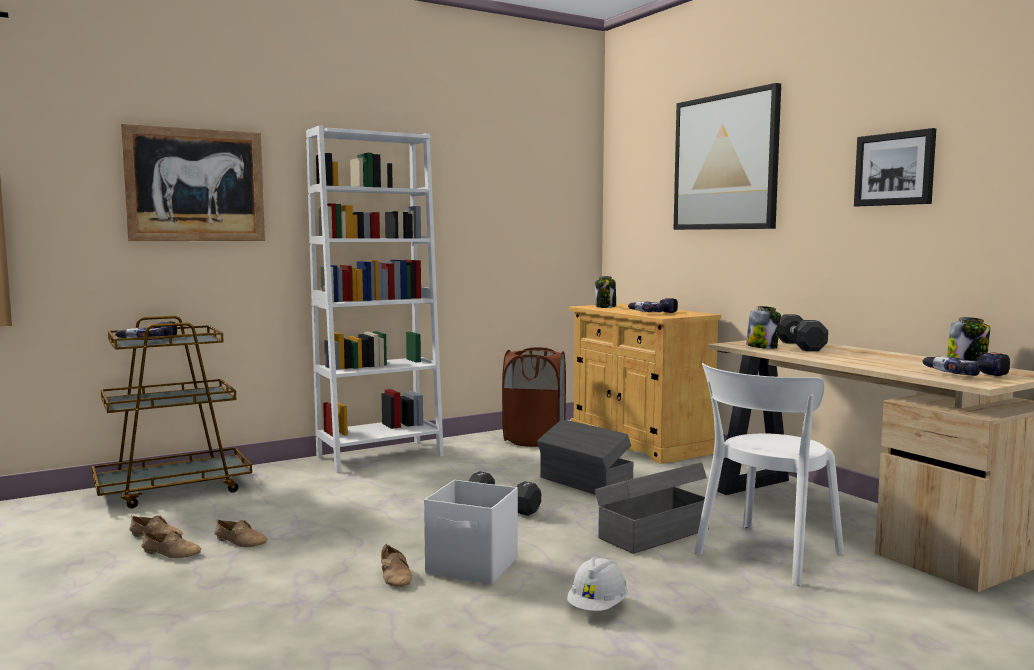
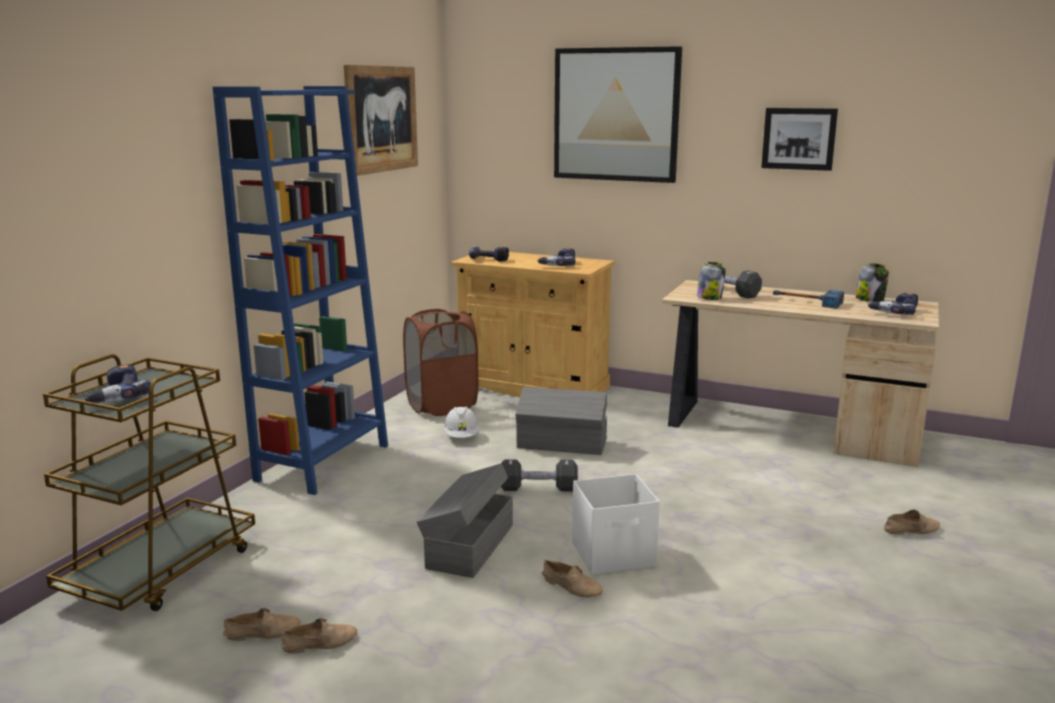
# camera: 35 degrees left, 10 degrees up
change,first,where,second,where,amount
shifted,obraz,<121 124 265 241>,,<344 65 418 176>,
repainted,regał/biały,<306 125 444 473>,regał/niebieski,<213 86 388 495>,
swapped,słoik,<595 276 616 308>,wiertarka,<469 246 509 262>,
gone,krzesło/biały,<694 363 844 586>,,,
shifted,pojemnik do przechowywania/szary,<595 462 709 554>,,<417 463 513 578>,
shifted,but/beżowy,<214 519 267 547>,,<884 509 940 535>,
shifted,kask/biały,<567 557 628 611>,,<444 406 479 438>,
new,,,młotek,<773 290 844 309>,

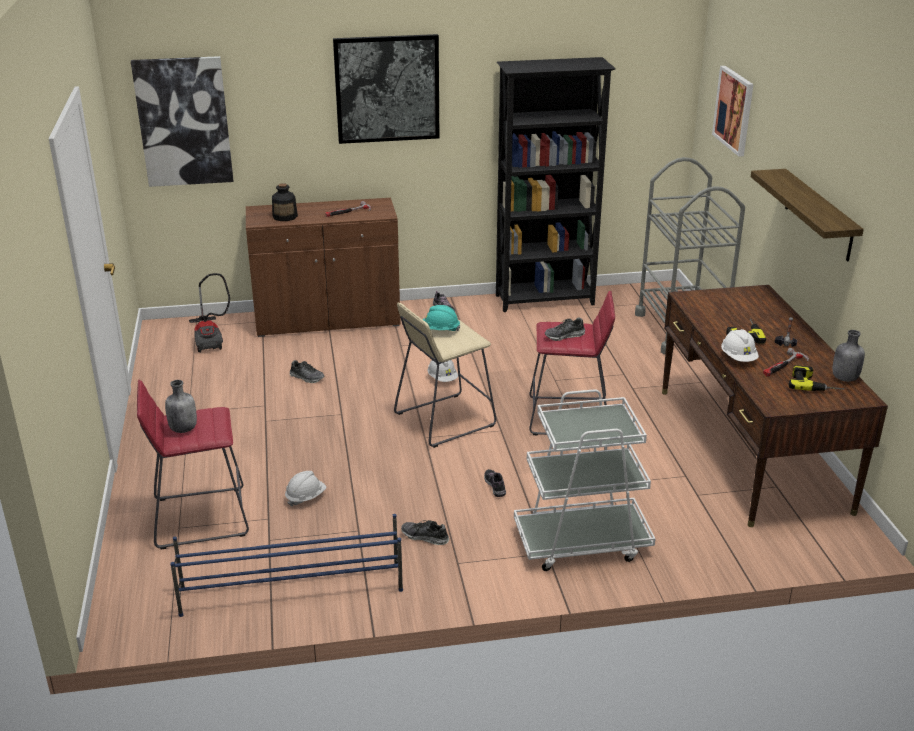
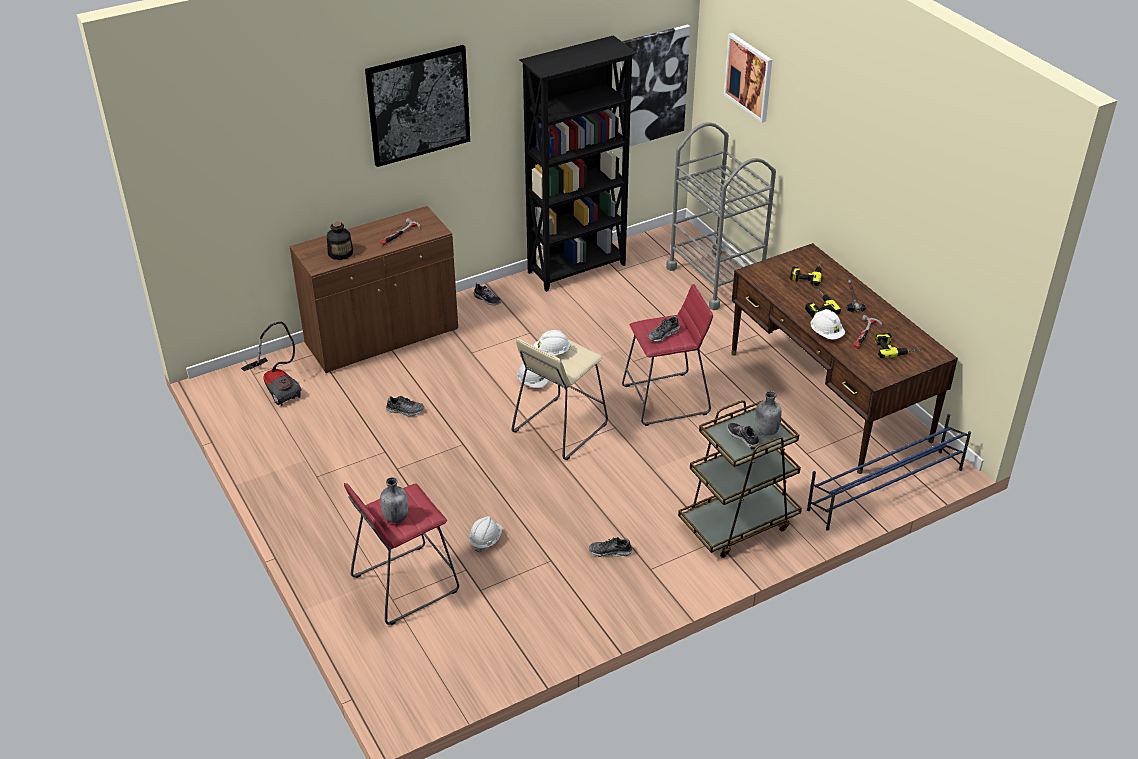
# camera: 20 degrees left, 10 degrees up
change,first,where,second,where,amount
shifted,obraz,<131 56 233 187>,,<619 24 690 149>,
gone,półka,<751 169 864 261>,,,
repainted,kask/turkusowy,<423 305 461 331>,kask/biały,<533 330 571 355>,
shifted,butelka/szary,<832 330 865 382>,,<755 391 782 436>,
repainted,wózek/biały,<514 389 656 571>,wózek/brązowy,<678 400 802 558>,
shifted,but,<484 469 506 497>,,<727 423 760 450>,
shifted,regał na buty/niebieski,<170 514 403 617>,,<807 414 971 531>,
new,,,wiertarka,<790 261 822 286>,

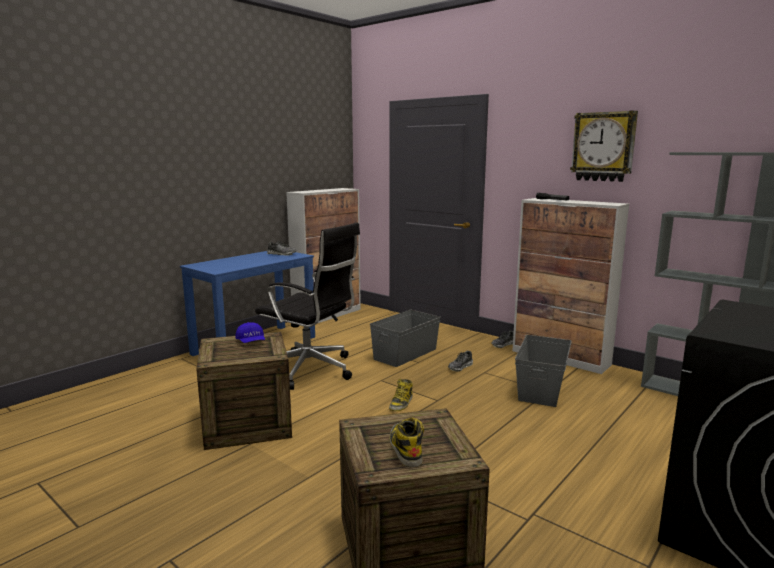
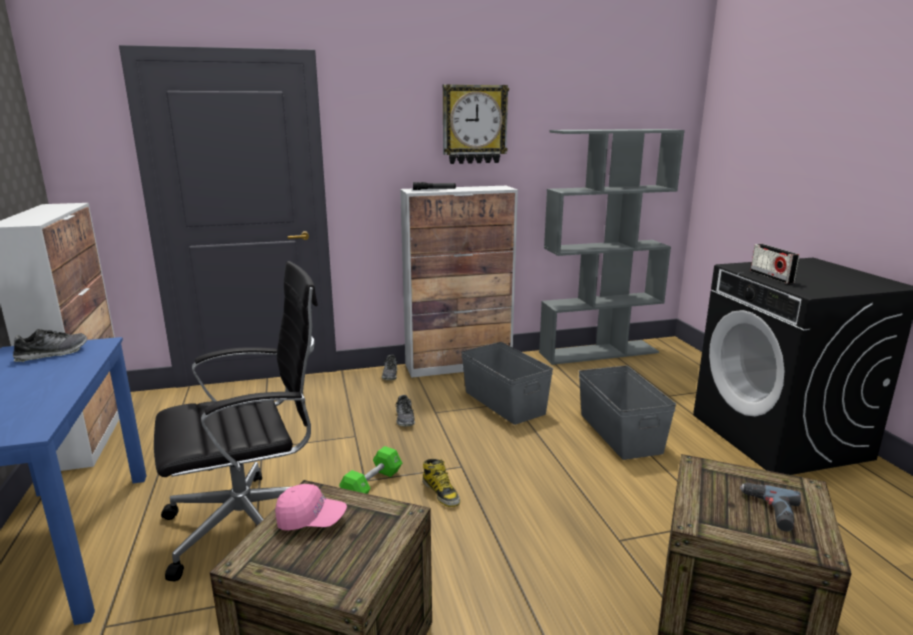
# camera: 55 degrees left, 5 degrees up
change,first,where,second,where,amount
shifted,pojemnik do przechowywania/szary,<370 310 440 367>,,<579 366 676 460>,
repainted,czapka z daszkiem/niebieski,<235 322 265 343>,czapka z daszkiem/różowy,<275 484 347 531>,
swapped,but z cholewką,<389 418 424 467>,wiertarka,<740 483 801 531>,
new,,,radio,<750 244 799 284>,
new,,,hantel/zielony,<339 446 402 494>,

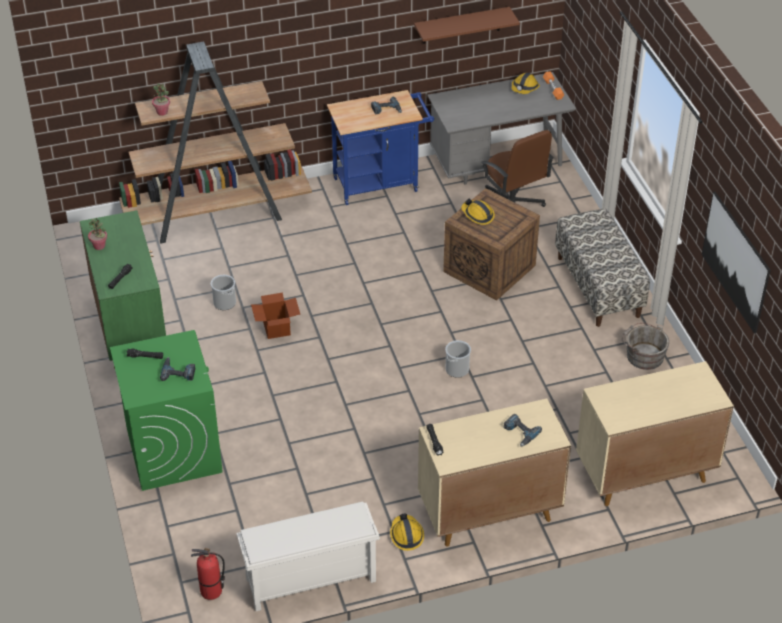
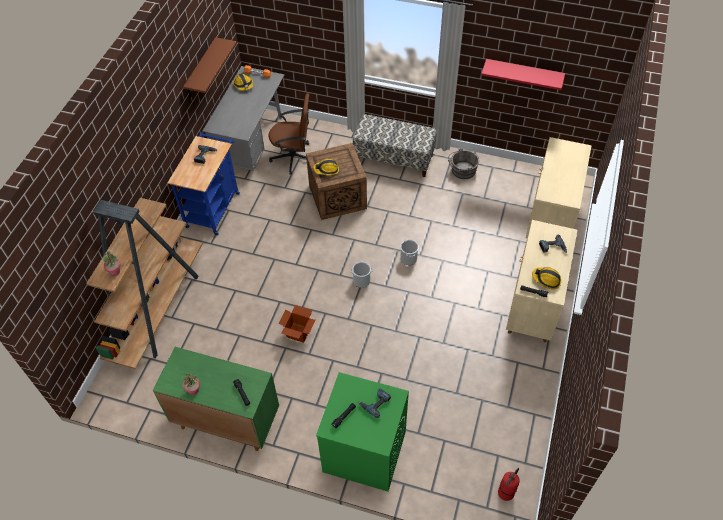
# camera: 55 degrees left, 10 degrees up
change,first,where,second,where,amount
swapped,obraz,<702 192 771 334>,półka/czerwony,<481 59 565 90>,
shifted,wiadro,<211 275 236 310>,,<351 262 373 288>,
gone,regał na buty/biały,<236 501 380 611>,,,
shifted,kask,<390 514 424 551>,,<532 267 561 290>,

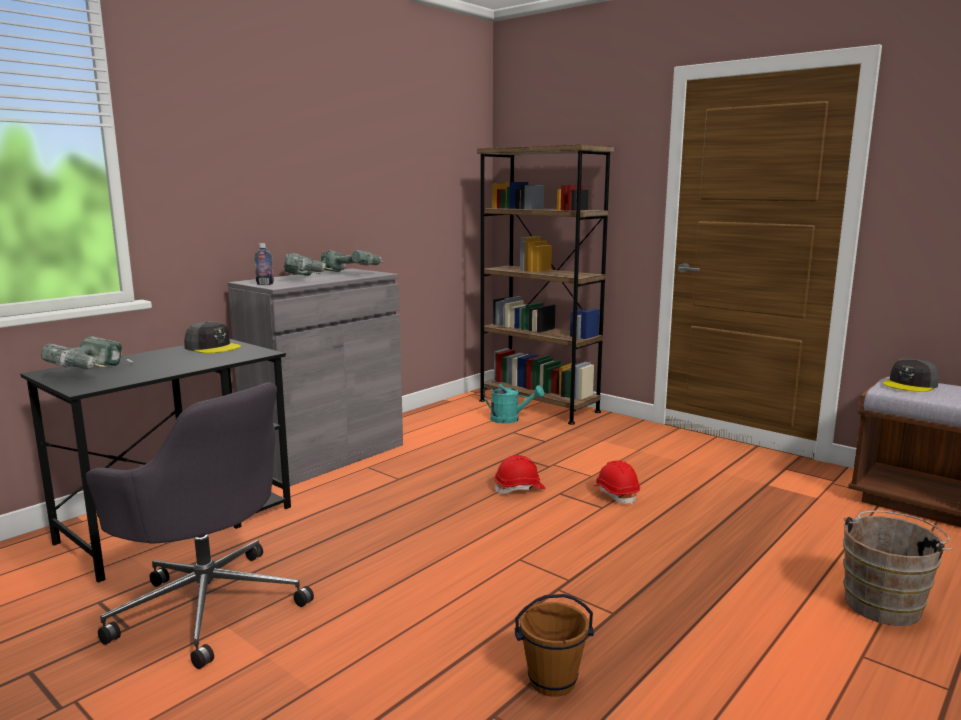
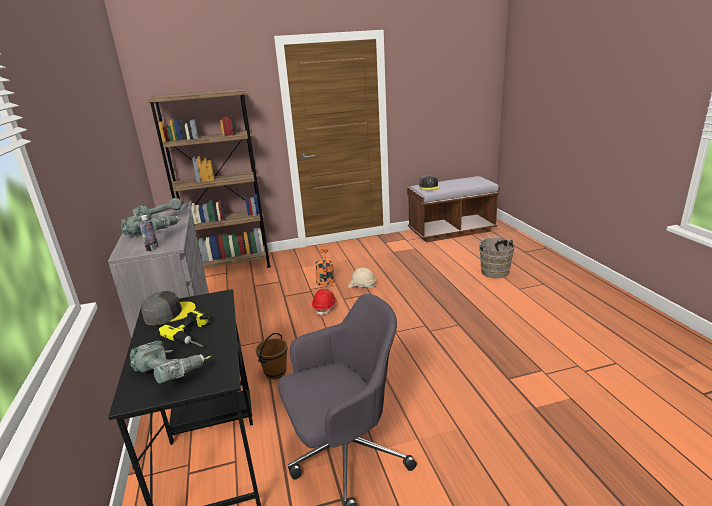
# camera: 55 degrees left, 10 degrees up
change,first,where,second,where,amount
gone,konewka/turkusowy,<483 381 544 424>,,,
repainted,kask/czerwony,<594 460 640 505>,kask/beżowy,<348 268 376 288>,
shifted,wiadro/brązowy,<515 594 594 697>,,<256 333 288 379>,
new,,,konewka/pomarańczowy,<315 248 335 286>,
new,,,wiertarka,<159 310 211 347>,

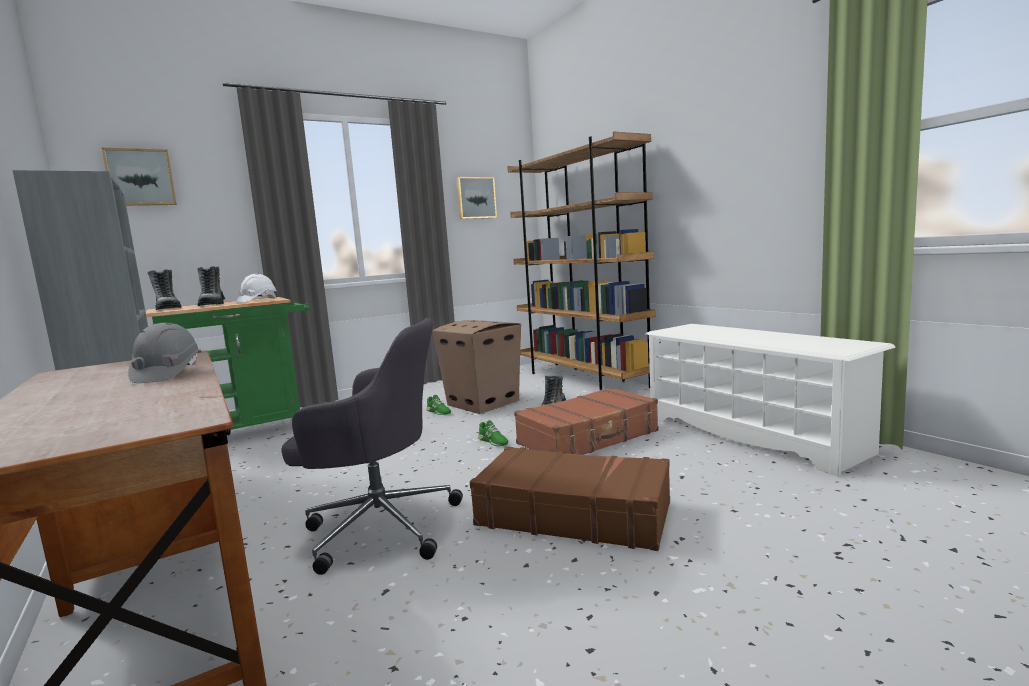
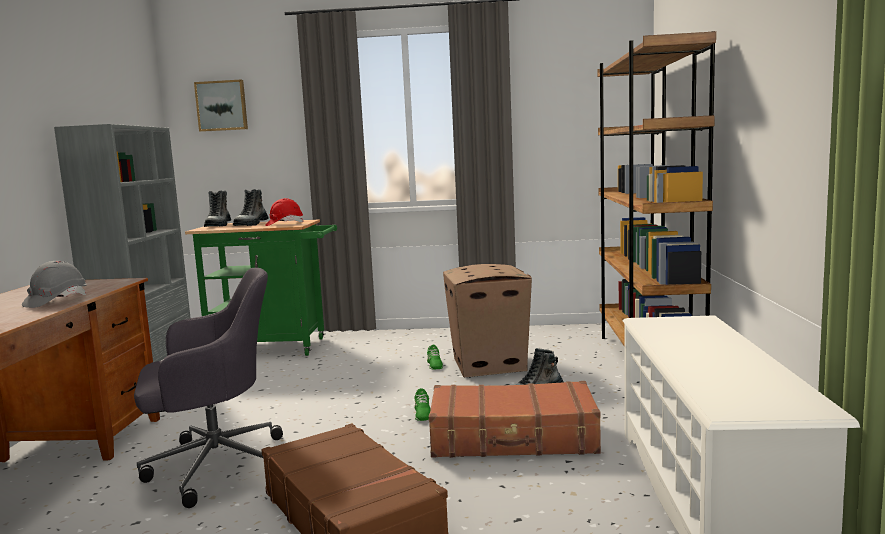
# camera: 35 degrees right, 0 degrees up
change,first,where,second,where,amount
gone,obraz,<456 177 497 219>,,,
repainted,kask/biały,<236 274 277 303>,kask/czerwony,<265 198 304 226>,
rotated,krzesło biurowe/szary,<282 318 463 575>,,<134 268 283 508>,60 degrees counterclockwise

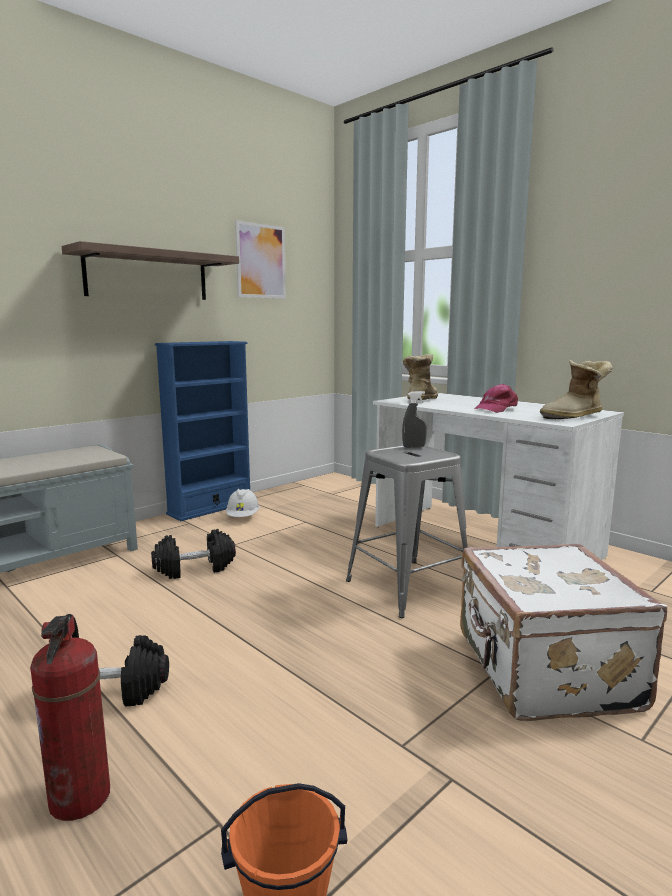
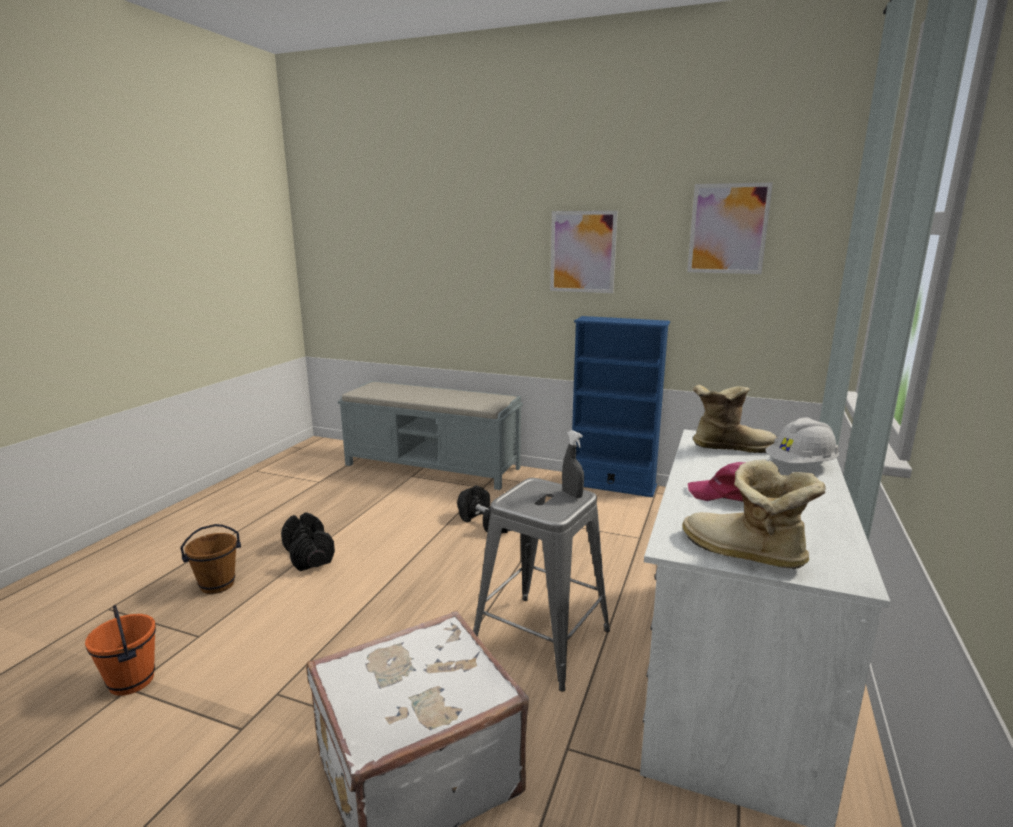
# camera: 65 degrees right, 5 degrees up
change,first,where,second,where,amount
swapped,półka,<62 241 239 300>,obraz,<550 211 618 293>,
shifted,kask/biały,<226 489 260 517>,,<766 418 839 464>,
swapped,gaśnica,<30 614 110 821>,wiadro/brązowy,<180 524 241 594>,

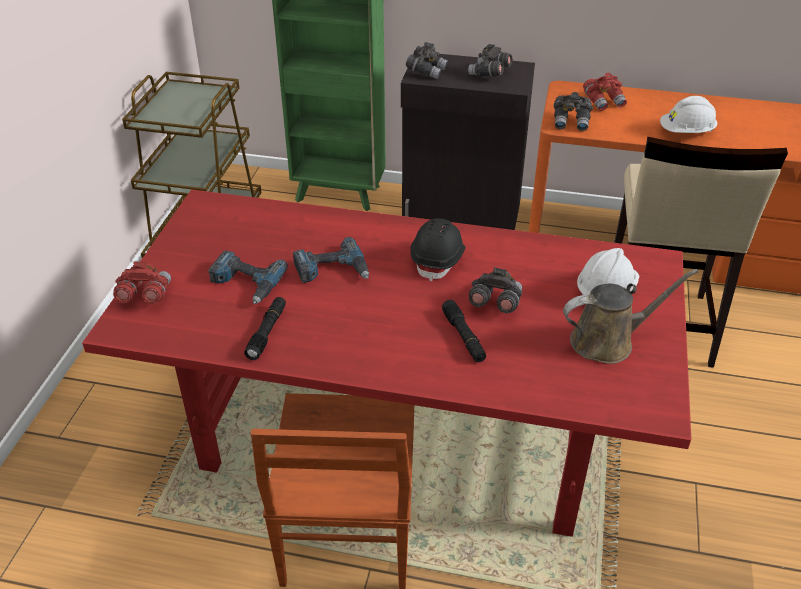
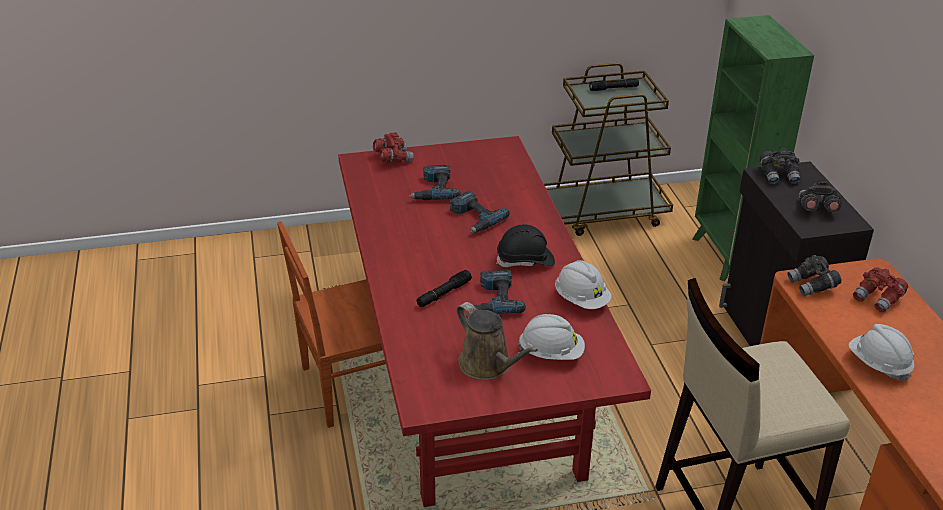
# camera: 65 degrees right, 5 degrees down
change,first,where,second,where,amount
swapped,lornetka/szary,<469 267 522 313>,wiertarka,<474 270 526 314>,
shifted,latarka/czarny,<244 297 286 360>,,<589 79 639 91>,
new,,,kask/biały,<555 260 612 309>,

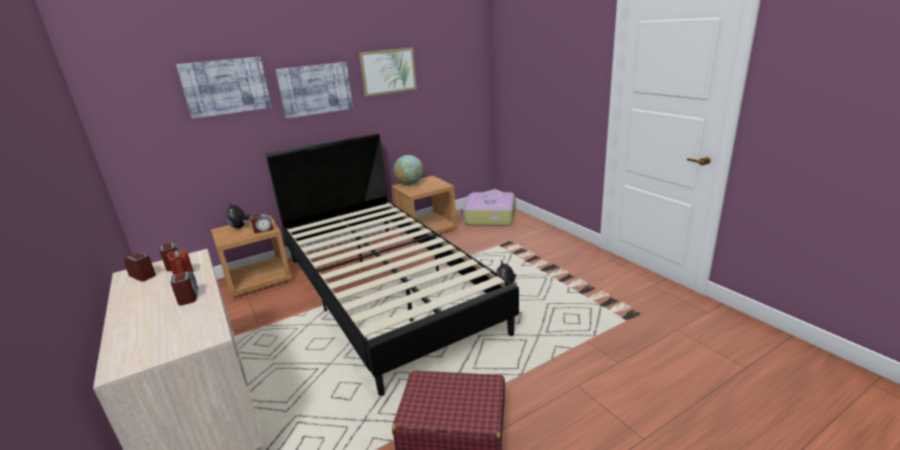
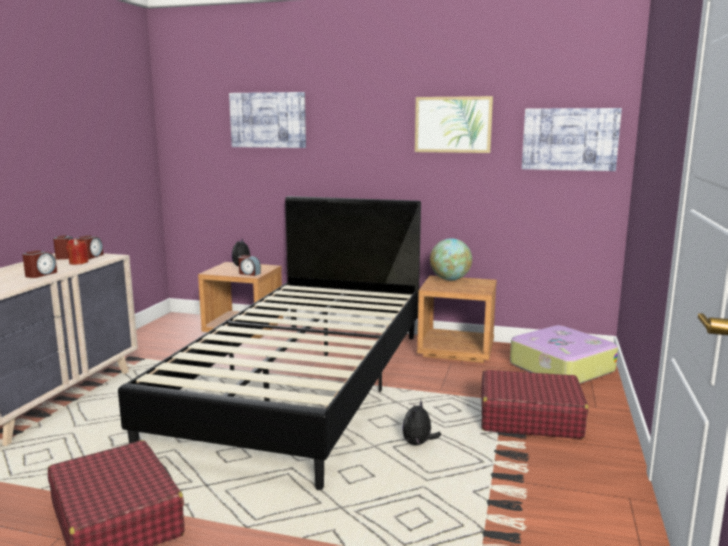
# camera: 45 degrees right, 10 degrees down
change,first,where,second,where,amount
shifted,obraz,<275 62 353 119>,,<522 108 622 171>,
new,,,walizka/czerwony,<481 370 588 439>,

